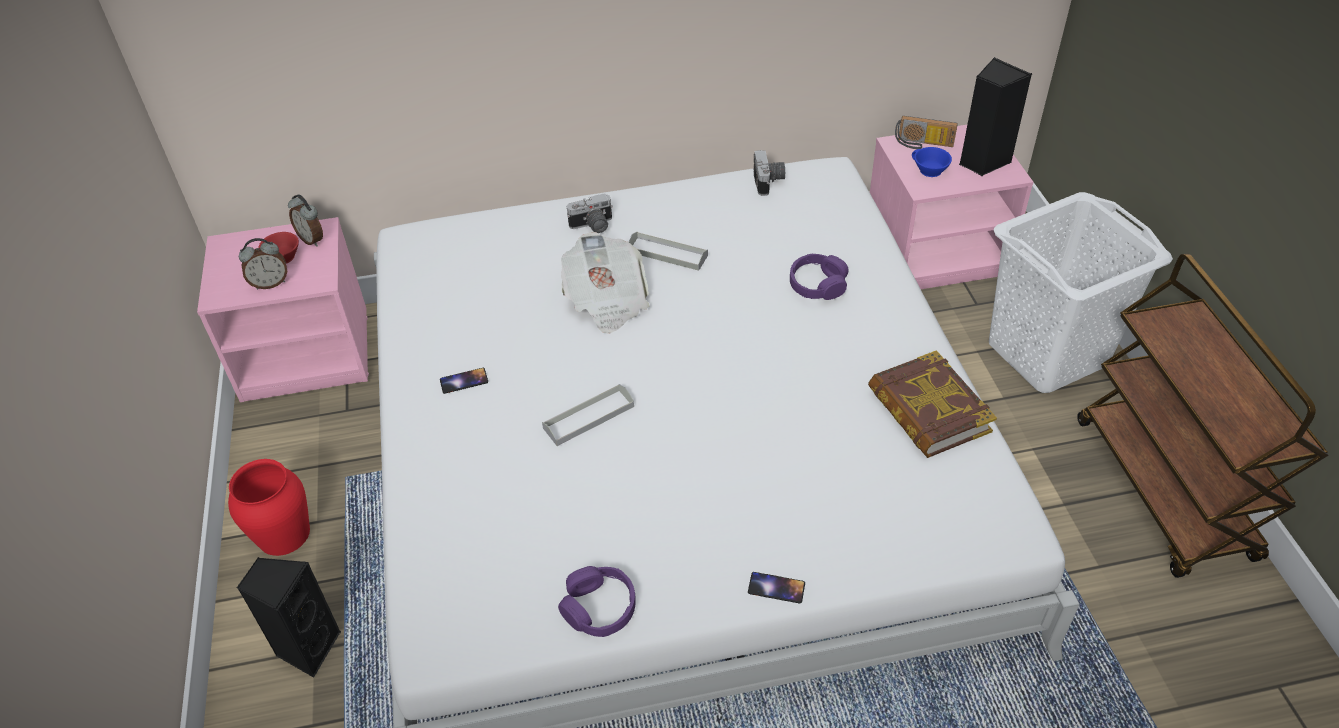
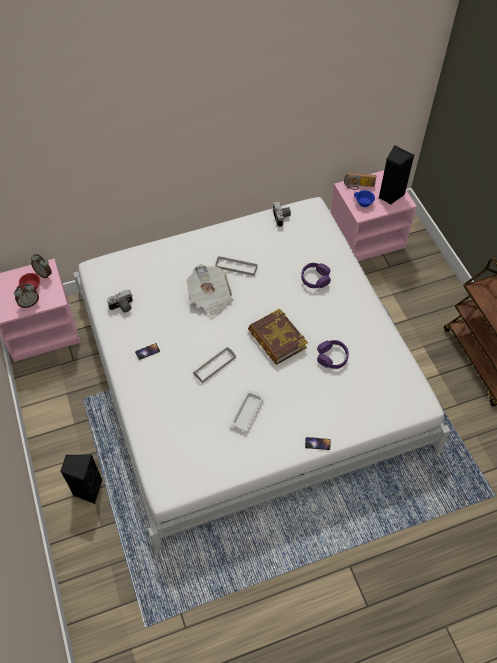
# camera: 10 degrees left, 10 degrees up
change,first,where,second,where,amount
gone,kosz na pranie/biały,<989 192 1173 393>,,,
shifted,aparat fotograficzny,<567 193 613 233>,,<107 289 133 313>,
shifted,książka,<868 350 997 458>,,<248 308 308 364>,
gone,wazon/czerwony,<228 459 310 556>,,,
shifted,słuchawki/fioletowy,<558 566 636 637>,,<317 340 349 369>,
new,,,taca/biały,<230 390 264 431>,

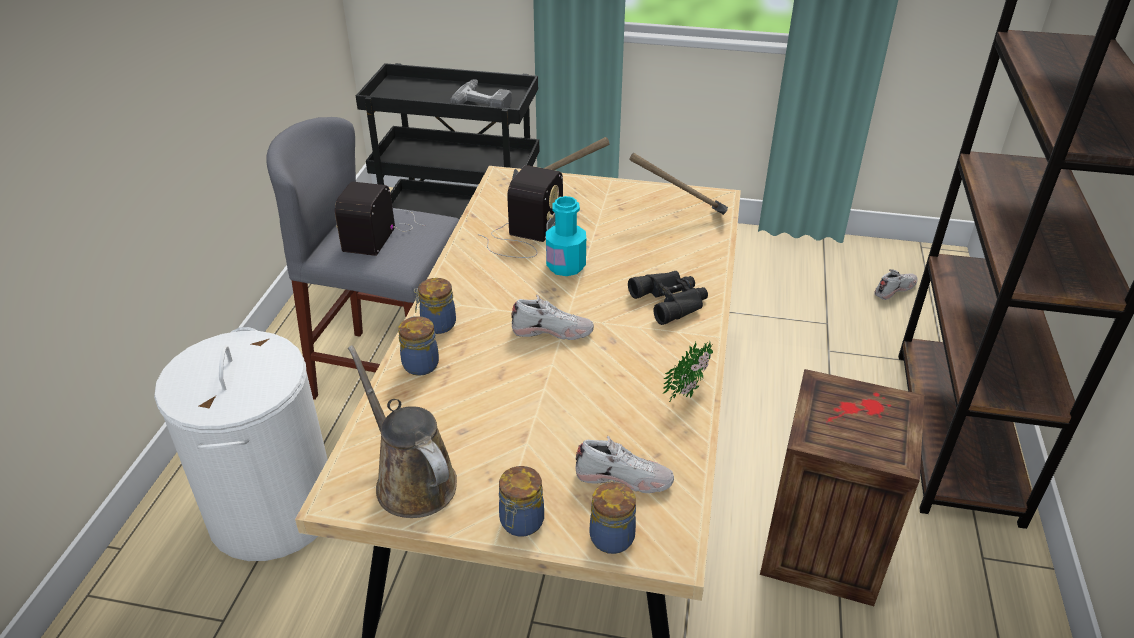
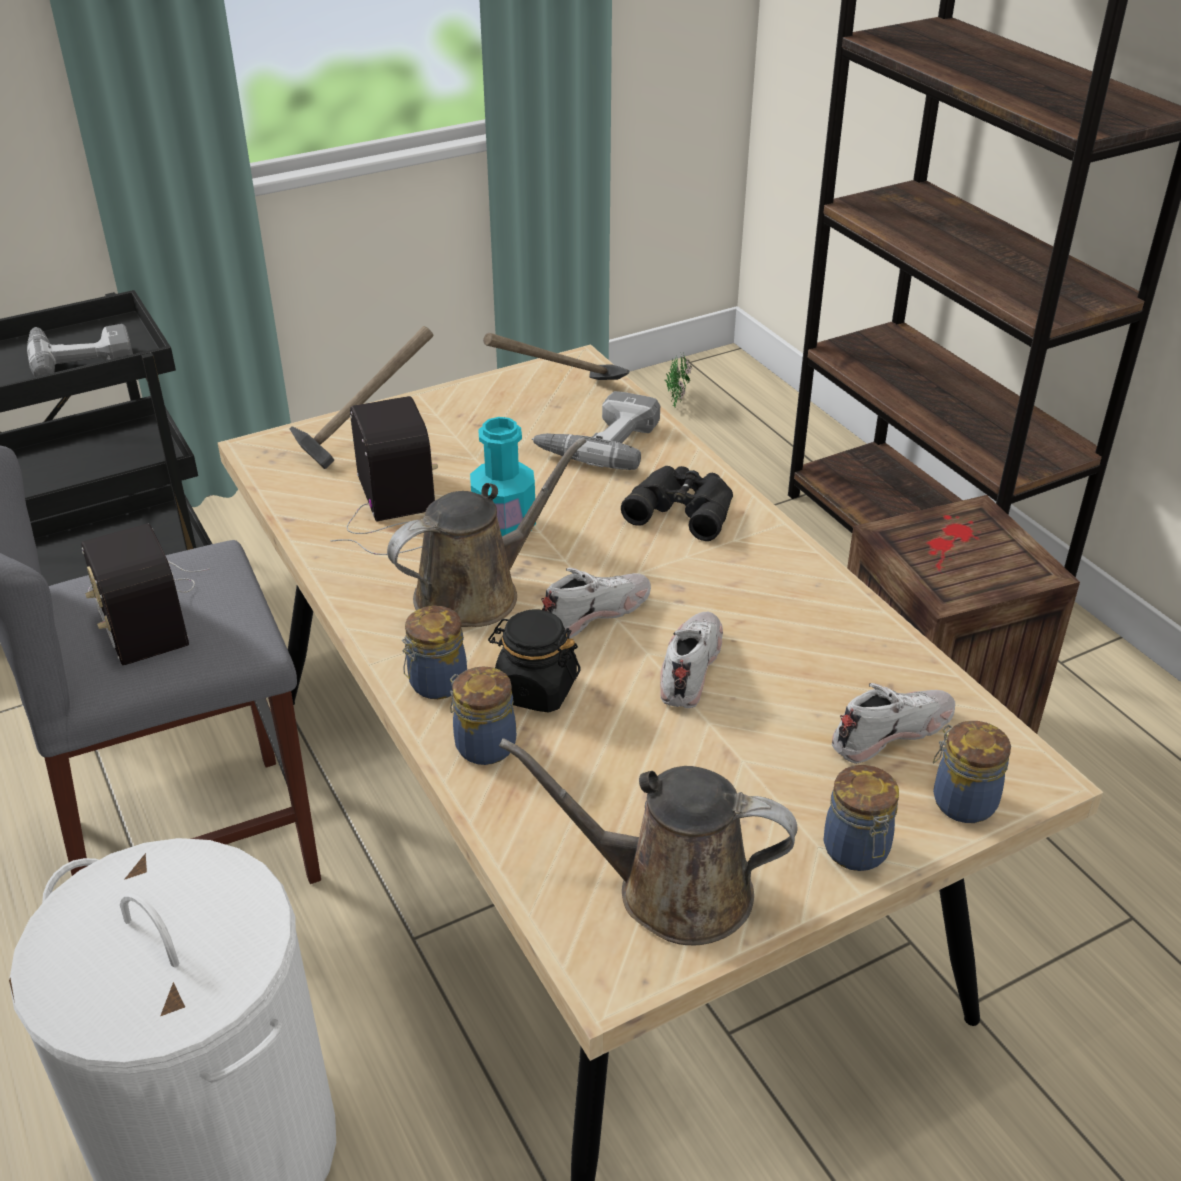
# camera: 40 degrees left, 0 degrees up
change,first,where,second,where,amount
shifted,but/biały,<874 269 918 300>,,<660 612 723 708>,
shifted,roślina doniczkowa,<663 341 713 402>,,<664 356 692 407>,
new,,,wiertarka,<532 391 660 470>,
new,,,konewka/brązowy,<387 437 587 627>,
new,,,słoik/czarny,<488 610 581 713>,

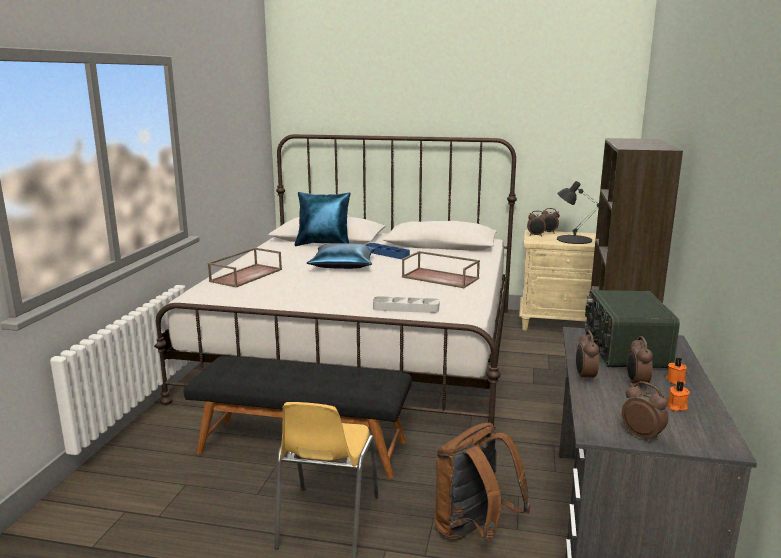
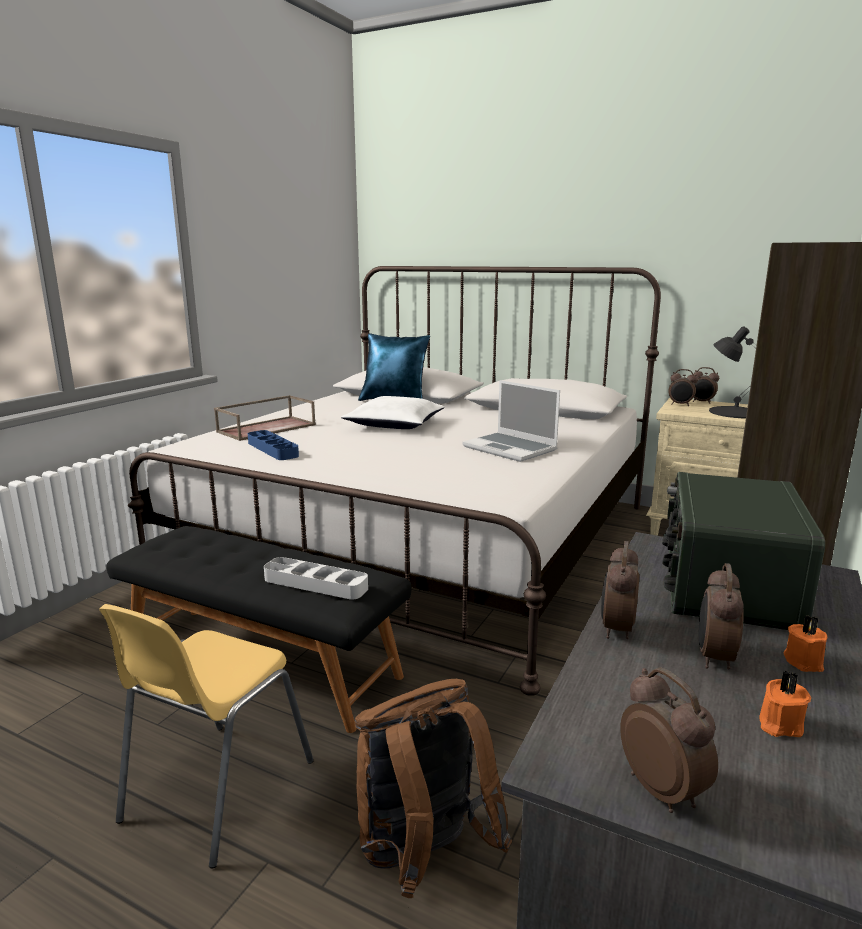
# camera: 15 degrees right, 0 degrees up
change,first,where,second,where,amount
repainted,poduszka/niebieski,<307 243 375 269>,poduszka/biały,<341 396 445 429>,
shifted,taca/niebieski,<365 243 410 259>,,<248 430 299 460>,
swapped,taca/brązowy,<402 251 480 288>,laptop,<462 380 560 462>,
shifted,taca/szary,<373 296 439 313>,,<264 557 368 600>,

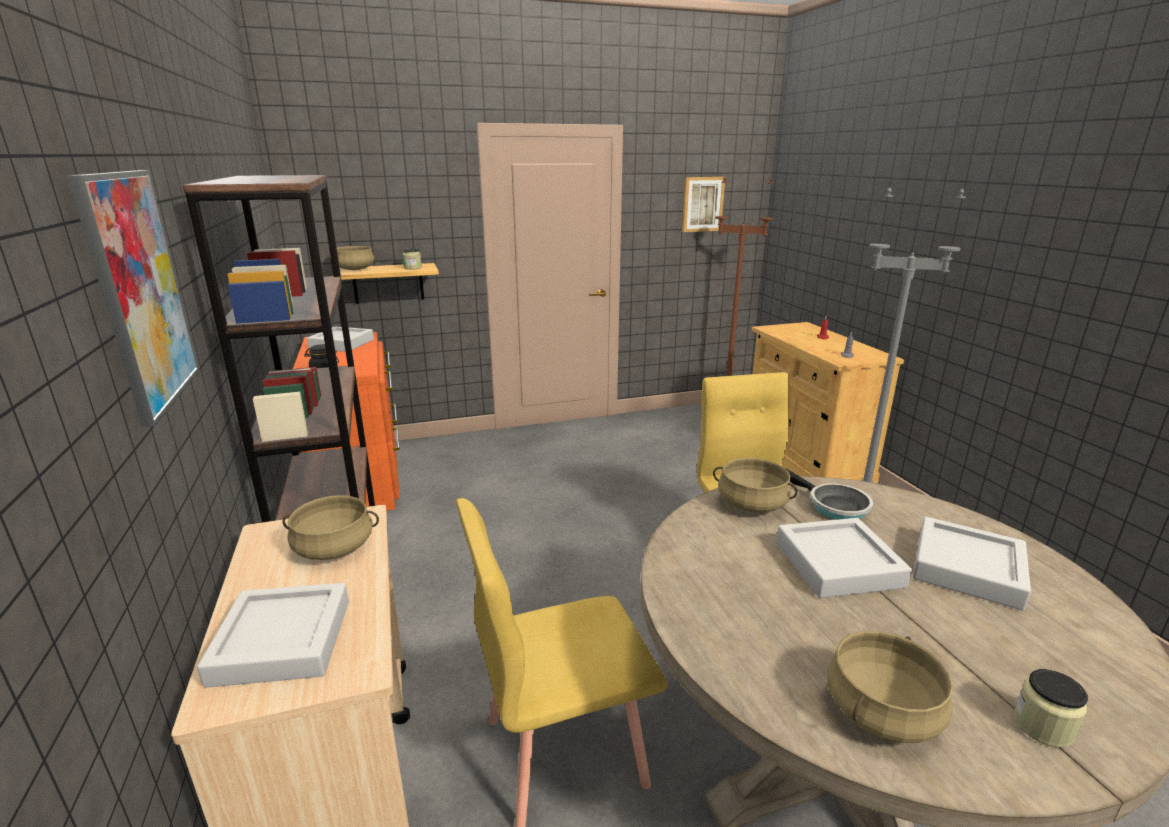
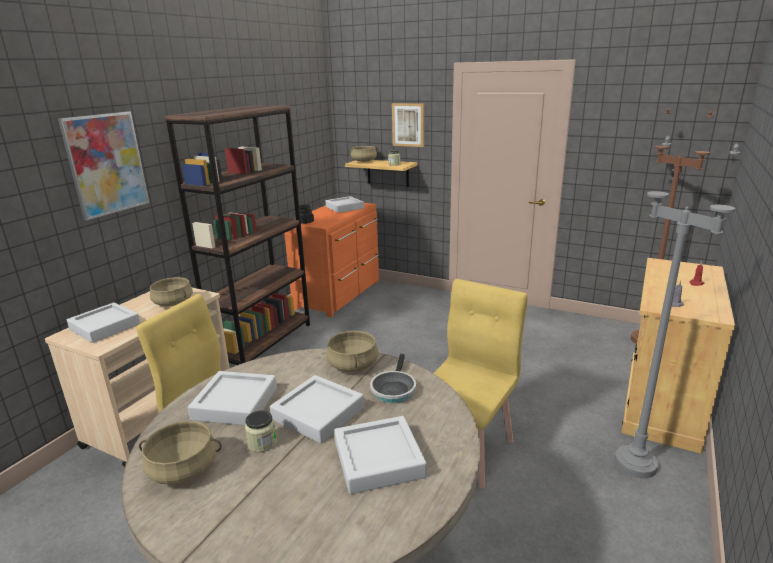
# camera: 45 degrees right, 0 degrees up
change,first,where,second,where,amount
shifted,obraz,<682 177 725 232>,,<392 103 424 147>,
shifted,słoik,<1013 669 1088 748>,,<245 410 277 452>,
new,,,taca/szary,<188 371 277 425>,

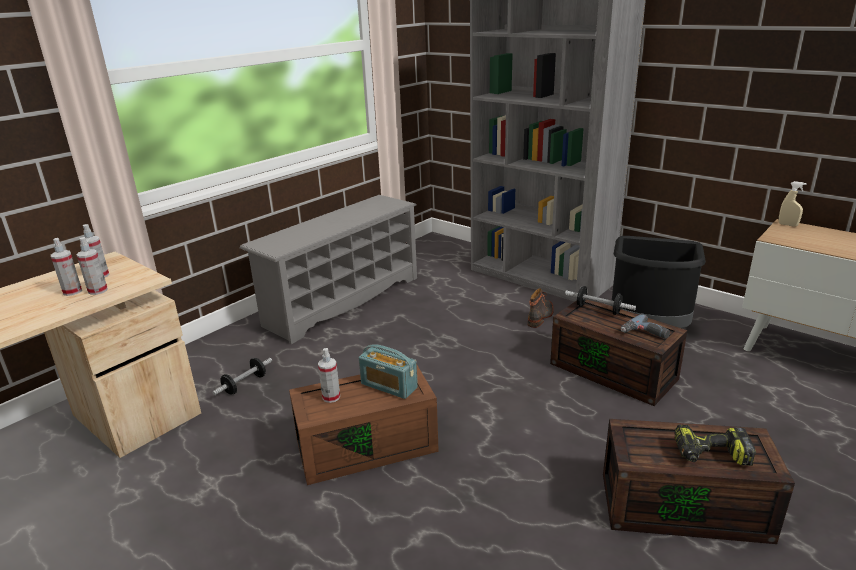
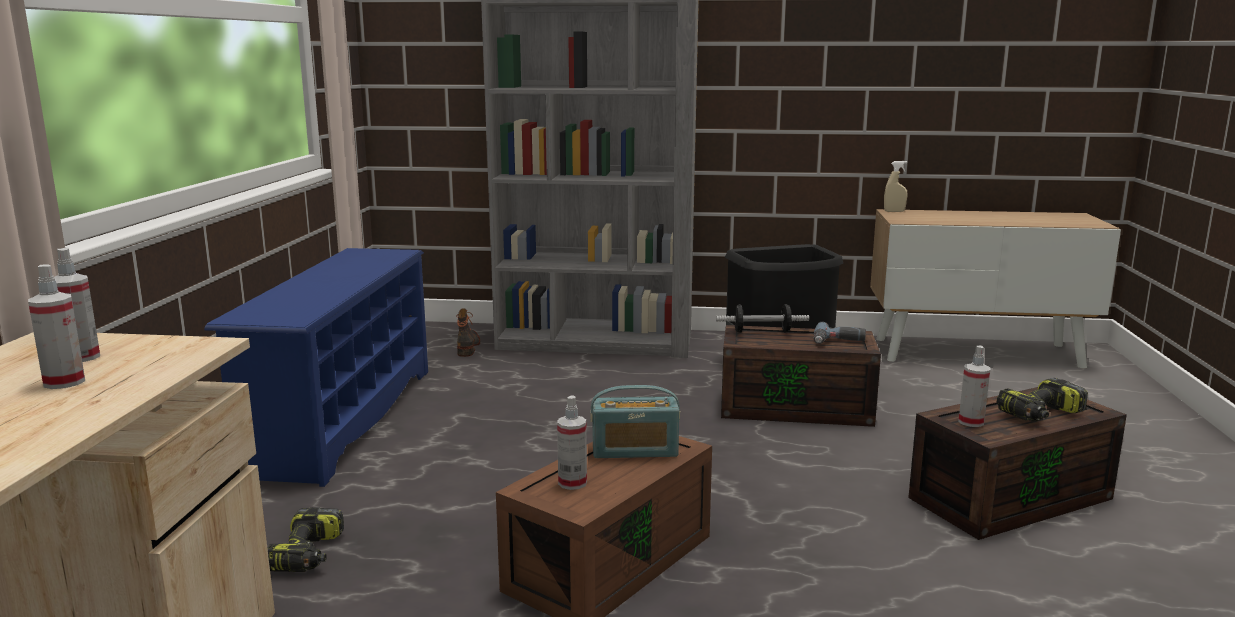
# camera: 35 degrees left, 10 degrees down
change,first,where,second,where,amount
repainted,regał na buty/szary,<240 195 417 344>,regał na buty/niebieski,<204 248 428 487>,
shifted,spryskiwacz,<77 237 108 295>,,<958 345 991 427>,
shifted,but z cholewką,<528 288 554 328>,,<457 308 480 357>,
swapped,hantel,<212 358 272 395>,wiertarka,<267 507 344 572>,

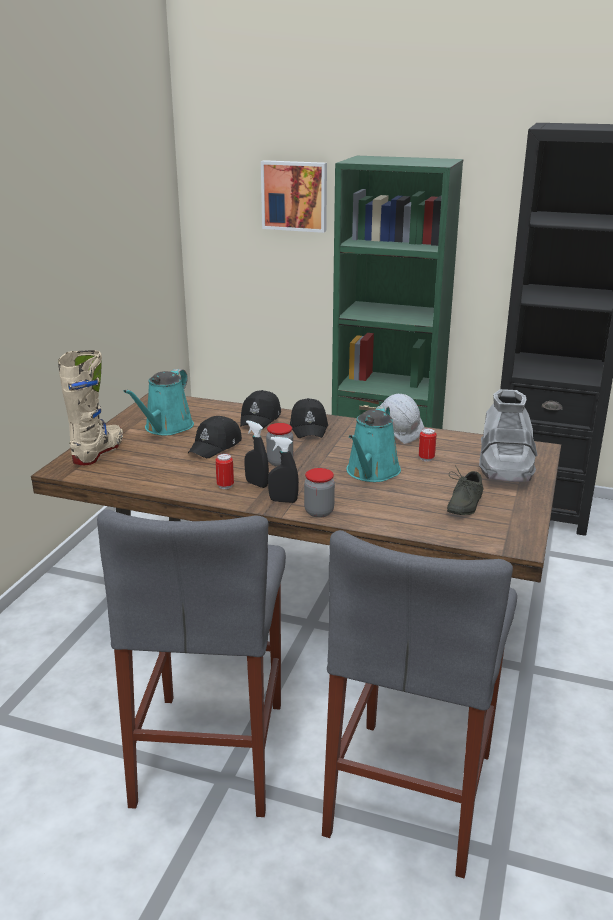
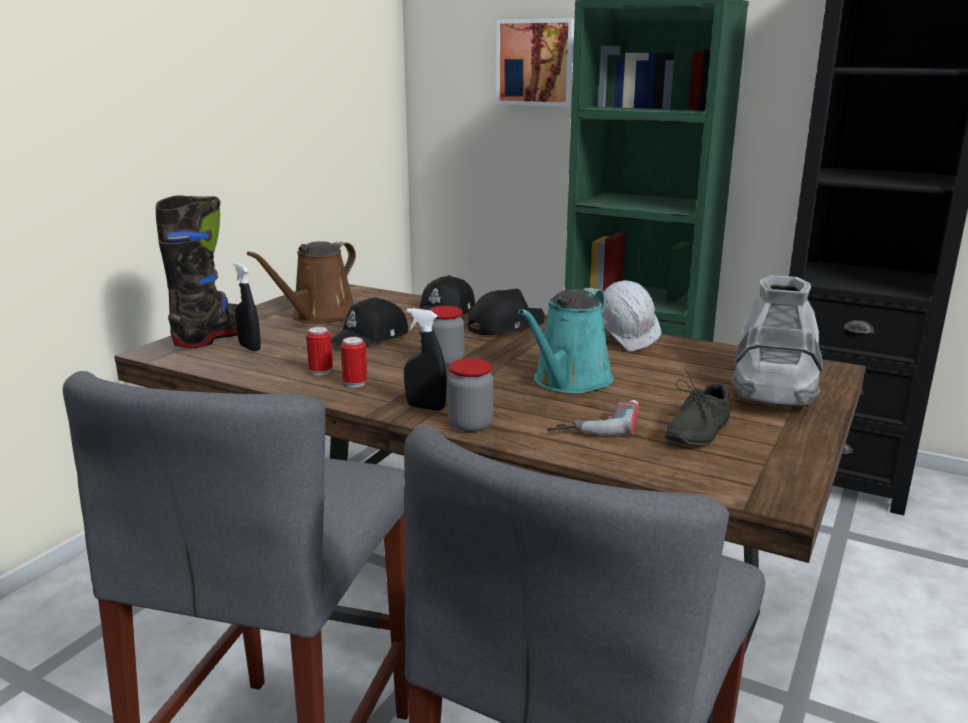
# camera: 10 degrees right, 5 degrees down
change,first,where,second,where,amount
repainted,but z cholewką/beżowy,<58 350 123 465>,but z cholewką/czarny,<156 196 238 348>,
repainted,konewka/turkusowy,<124 369 194 435>,konewka/brązowy,<247 241 356 324>,
rotated,czapka z daszkiem/czarny,<290 398 328 438>,,<468 289 545 335>,135 degrees counterclockwise
shifted,spryskiwacz/czarny,<244 420 269 488>,,<234 263 261 351>,
shifted,puszka,<419 428 437 461>,,<306 326 333 375>,
new,,,wiertarka,<547 400 640 437>,

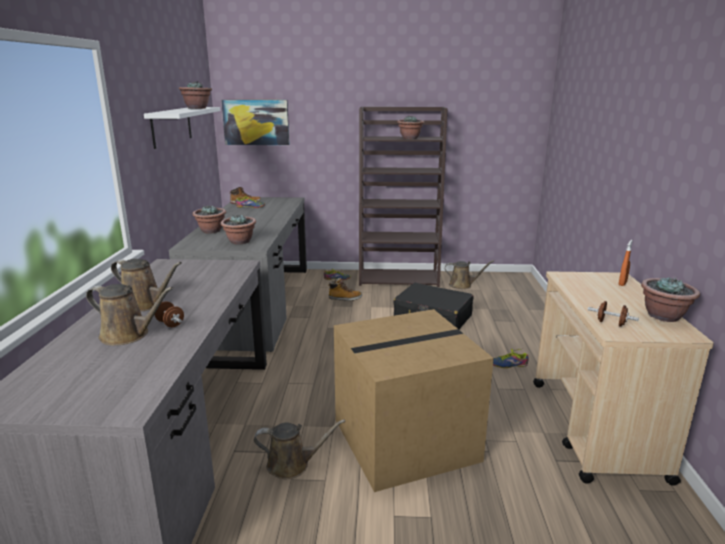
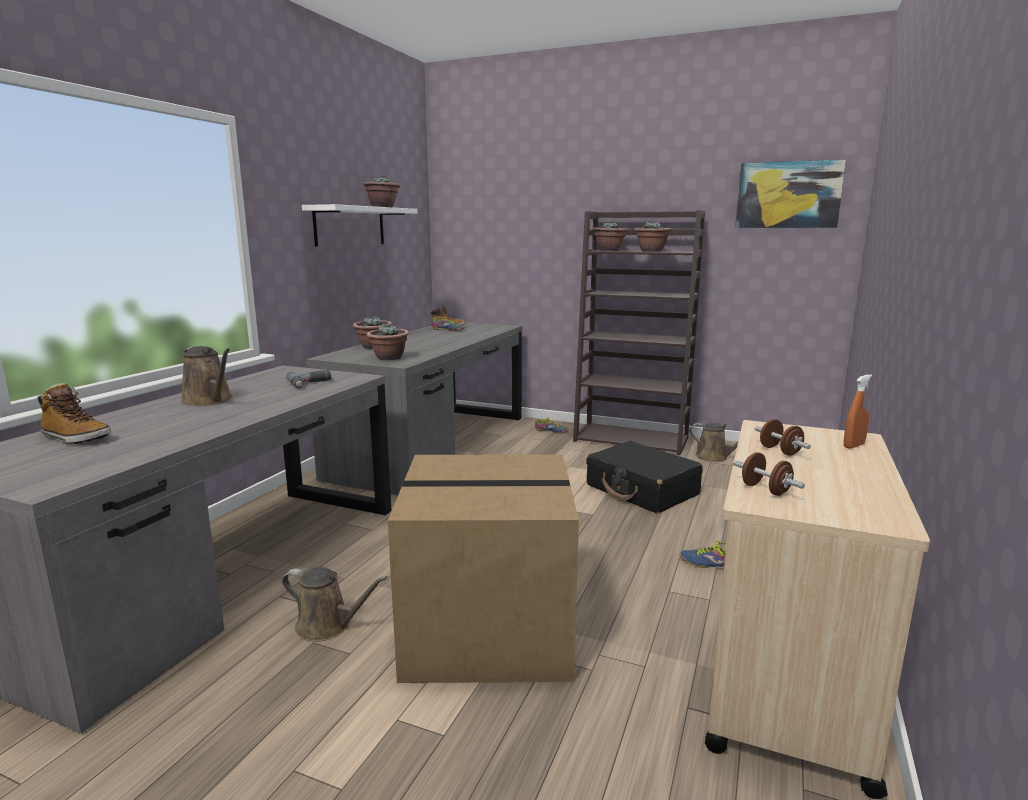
# camera: 20 degrees right, 5 degrees down
change,first,where,second,where,amount
shifted,obraz,<221 100 290 145>,,<735 159 846 228>,
shifted,roślina doniczkowa,<641 277 700 322>,,<593 222 628 251>,
shifted,but z cholewką,<328 278 362 301>,,<37 383 111 444>,
gone,konewka/brązowy,<86 284 173 346>,,,
shifted,hantel/brązowy,<154 301 184 327>,,<755 419 811 456>,
new,,,wiertarka,<286 370 331 388>,

